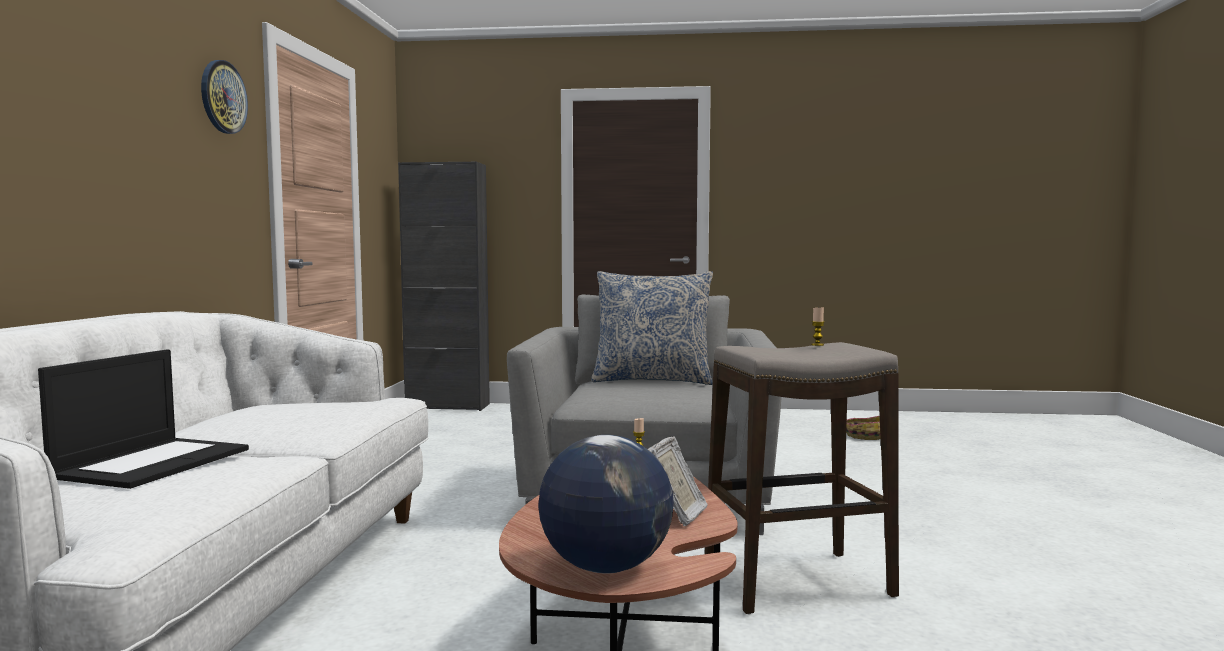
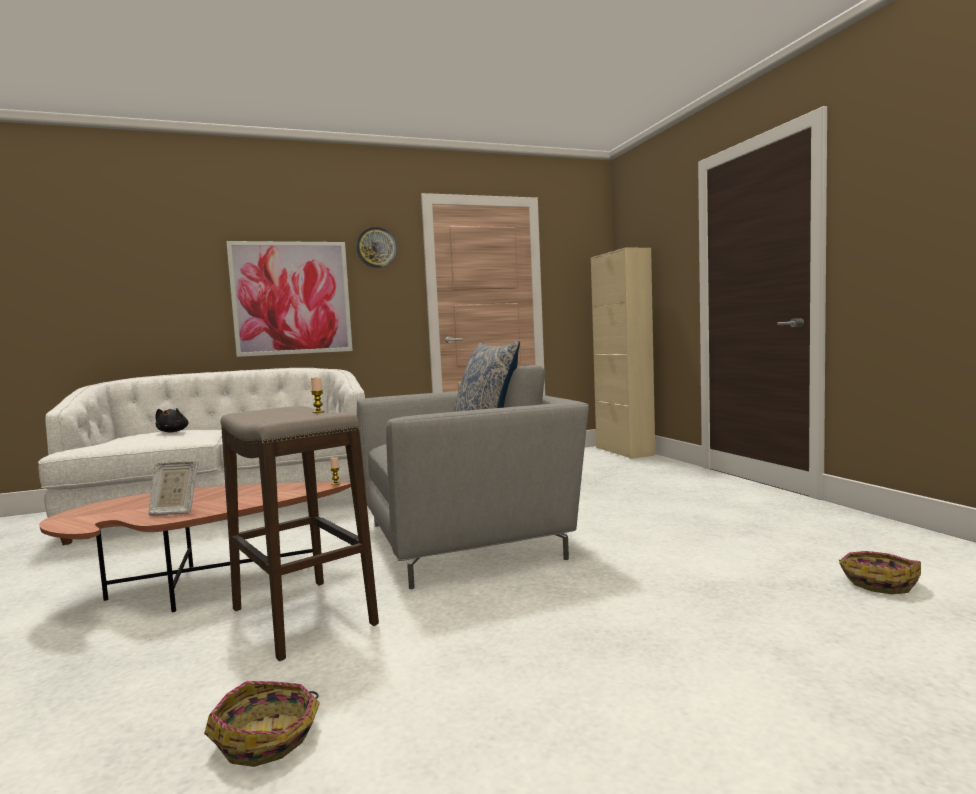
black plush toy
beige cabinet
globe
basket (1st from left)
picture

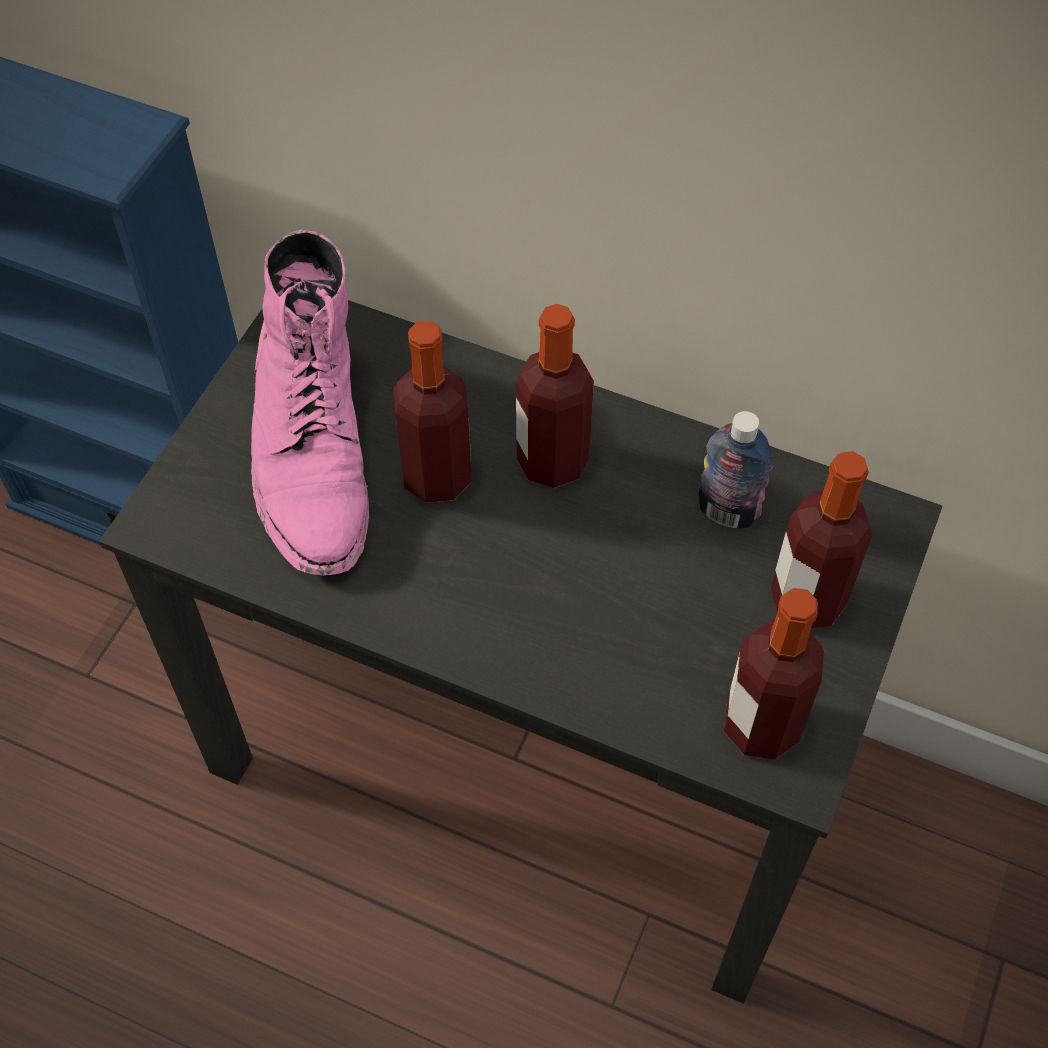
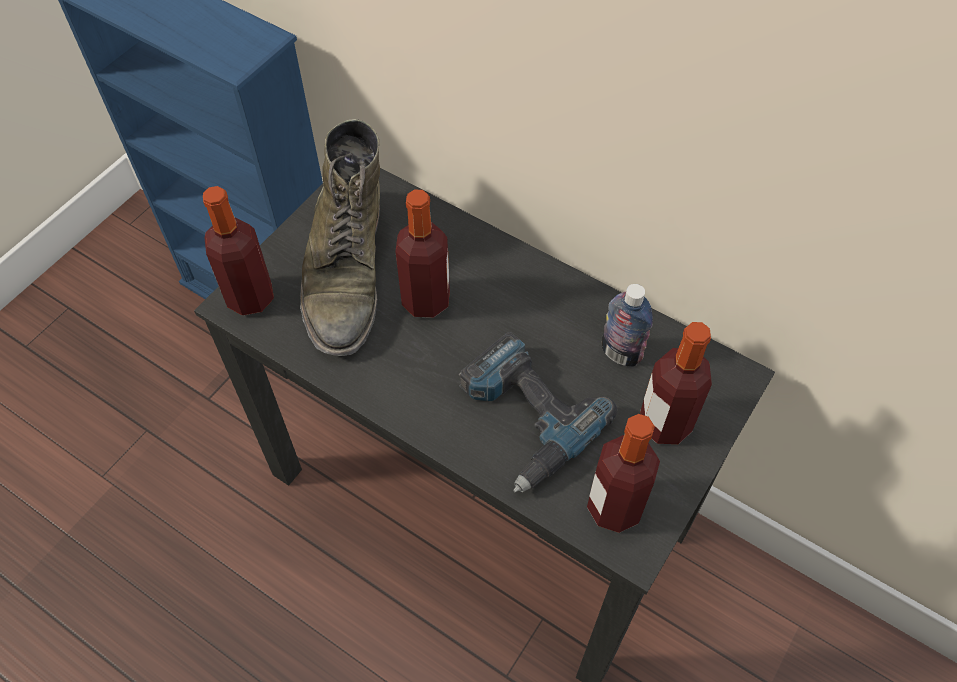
green boot
bottle (1st from left)
power drill

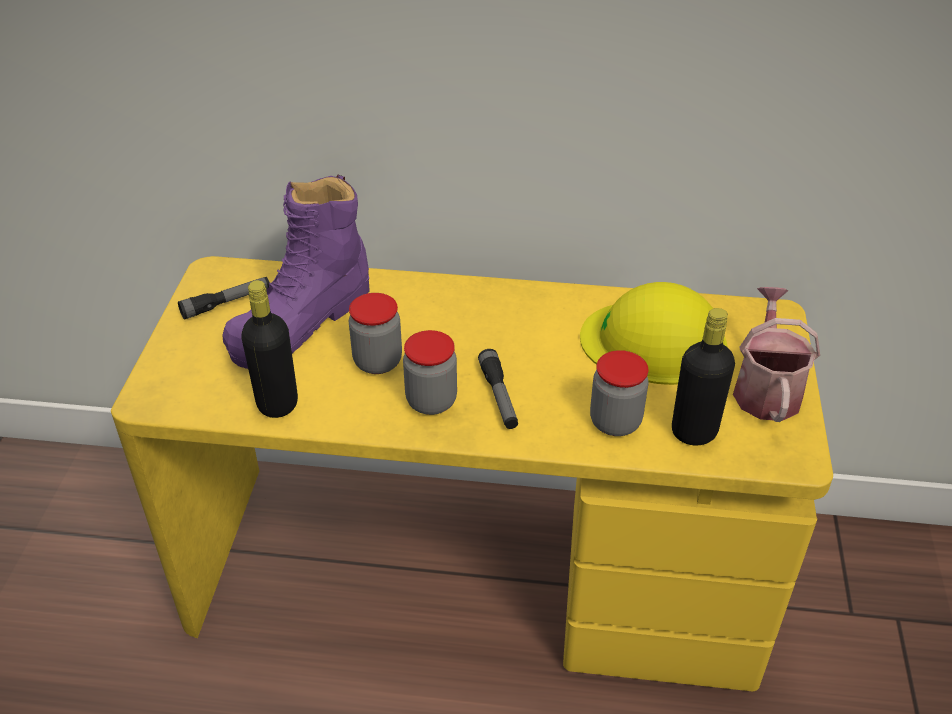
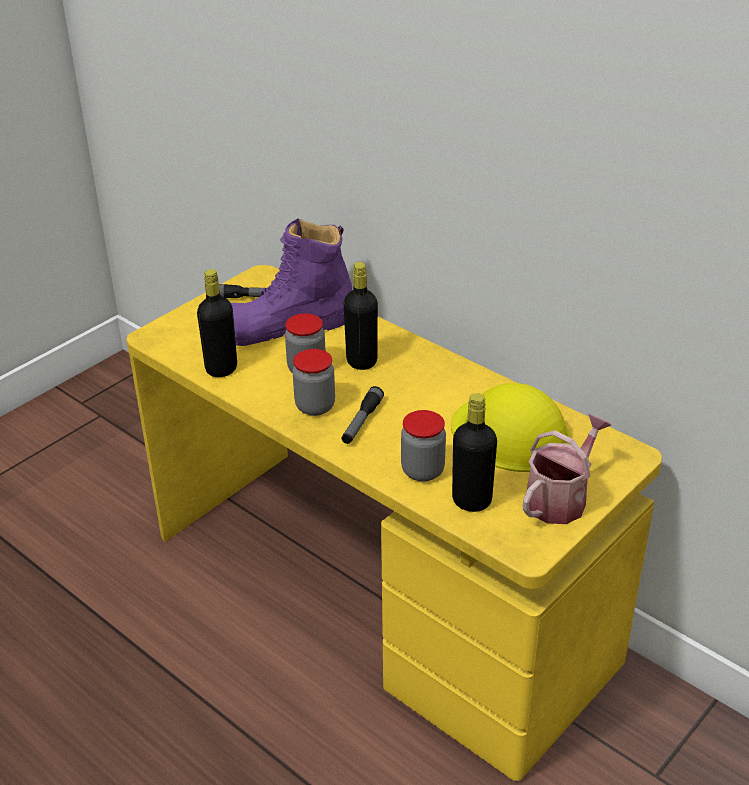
black bottle (2nd from left)

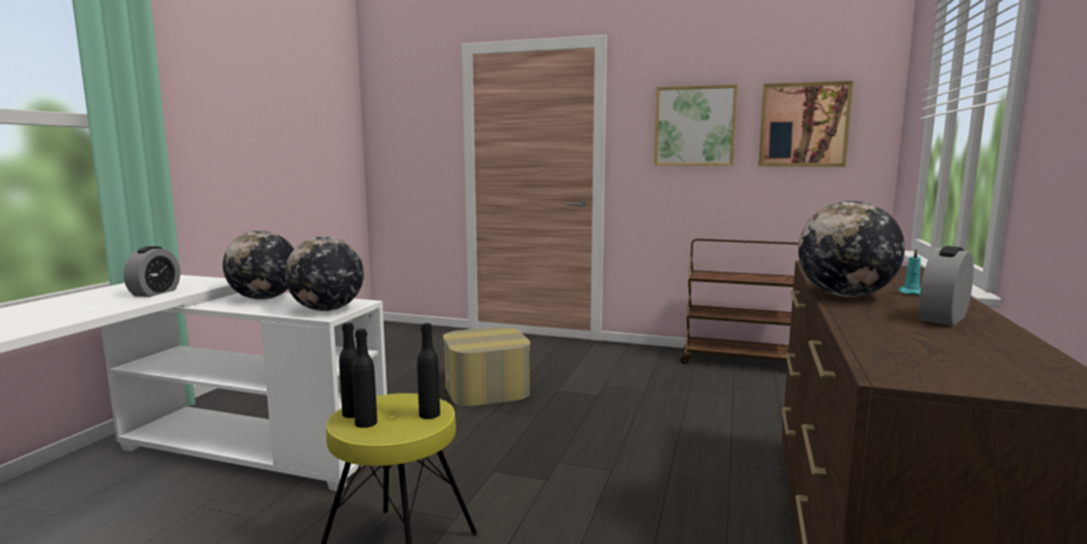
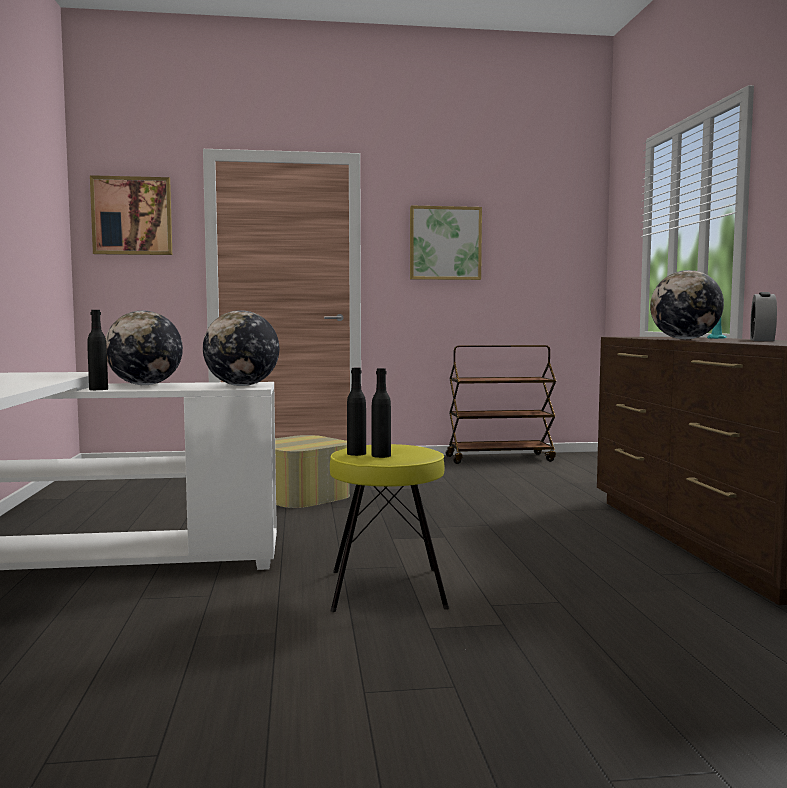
alarm clock (1st from left in the first image)
black bottle (1st from left)
picture (1st from left)

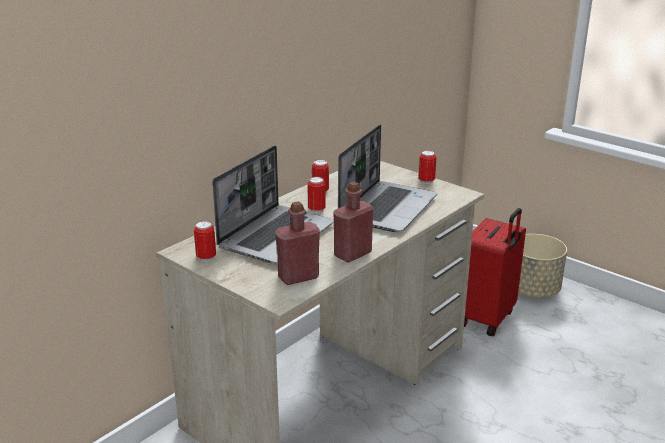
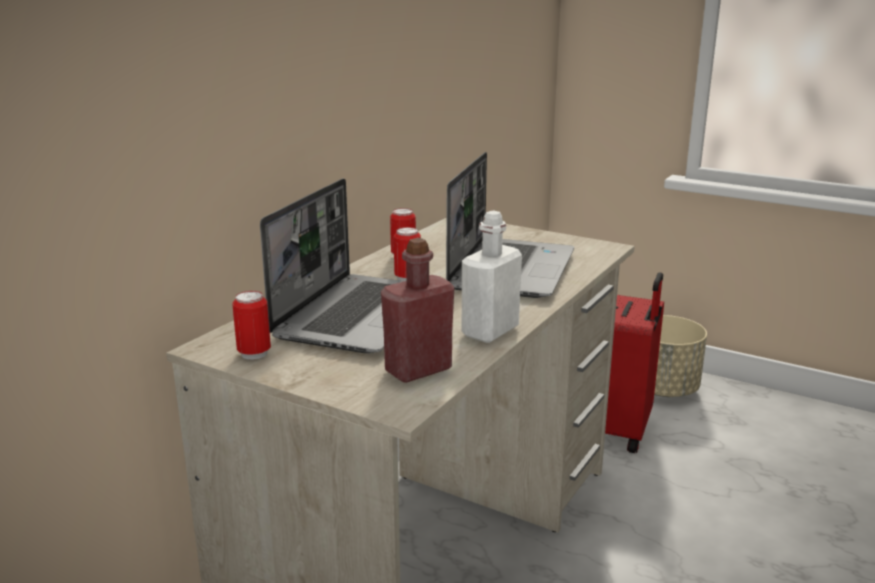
white bottle
can (4th from left in the first image)

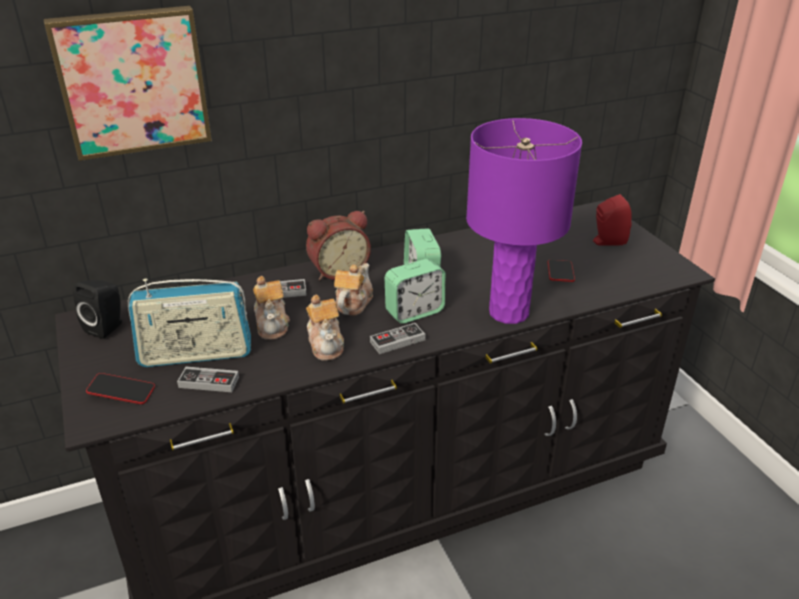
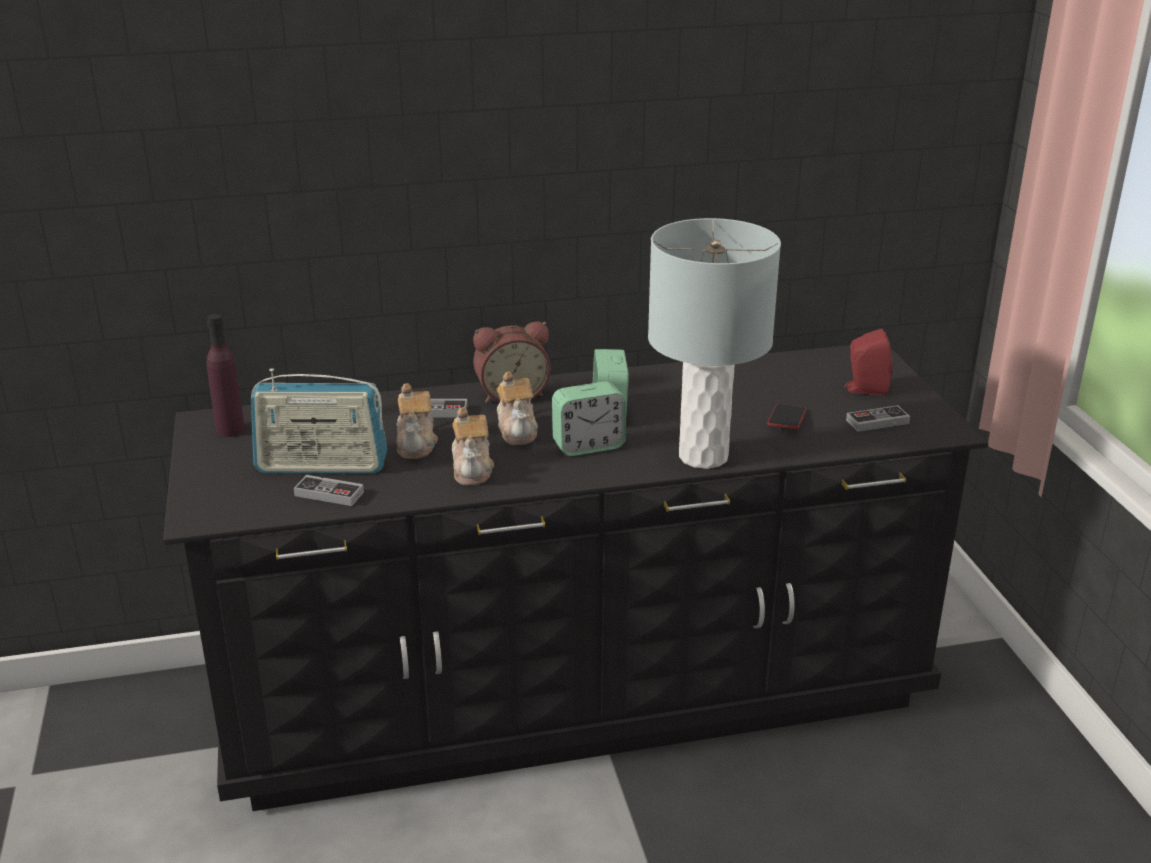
picture
purple bottle
phone (1st from left in the first image)
teapot (3rd from left)
game controller (3rd from left)
grey table lamp

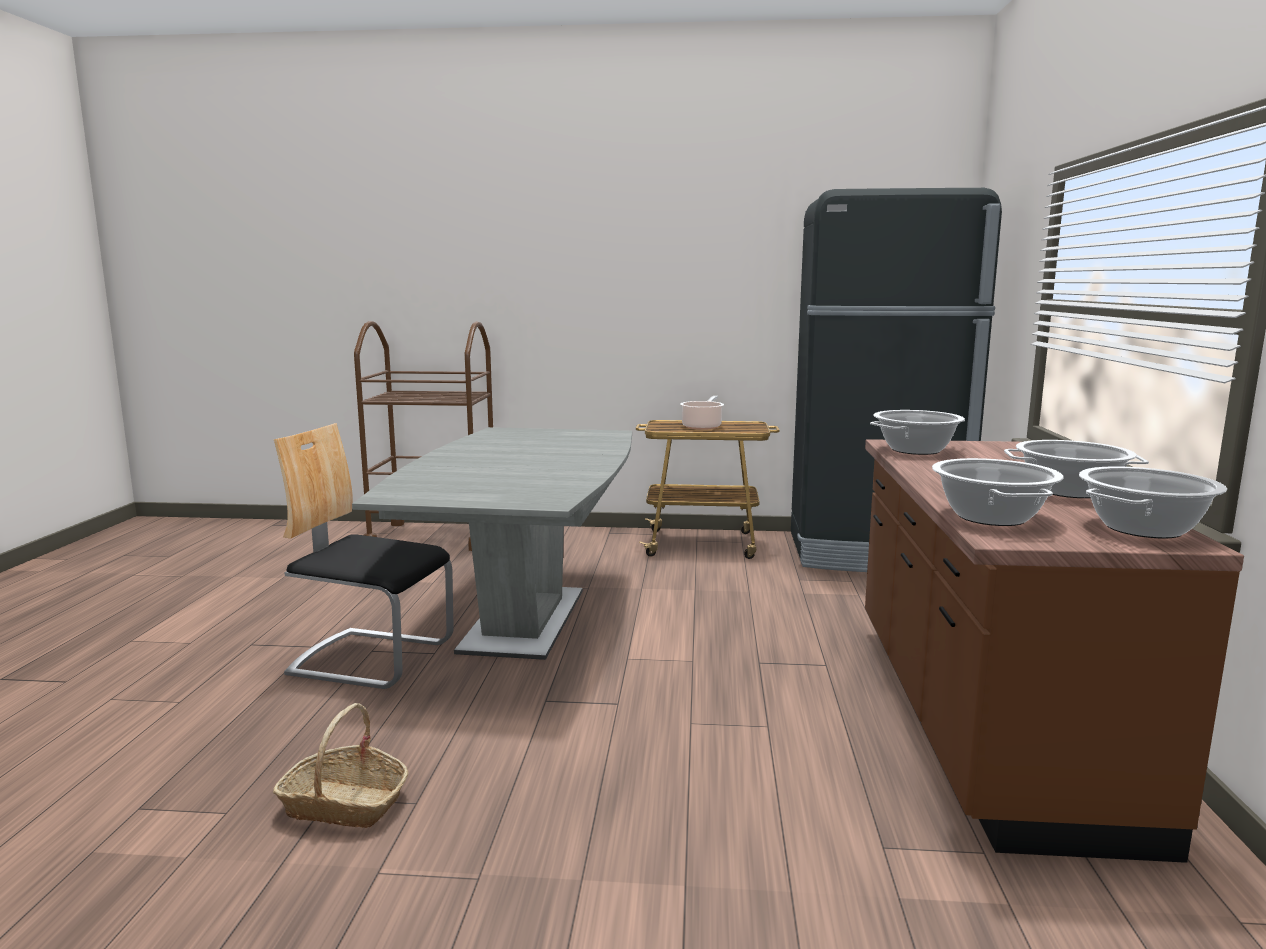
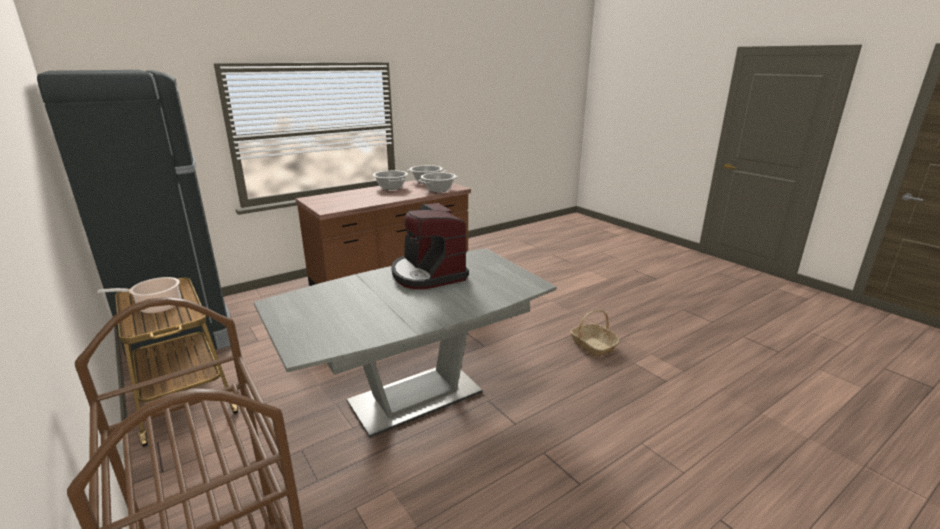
chair
cooking pot (2nd from left in the first image)
coffee machine

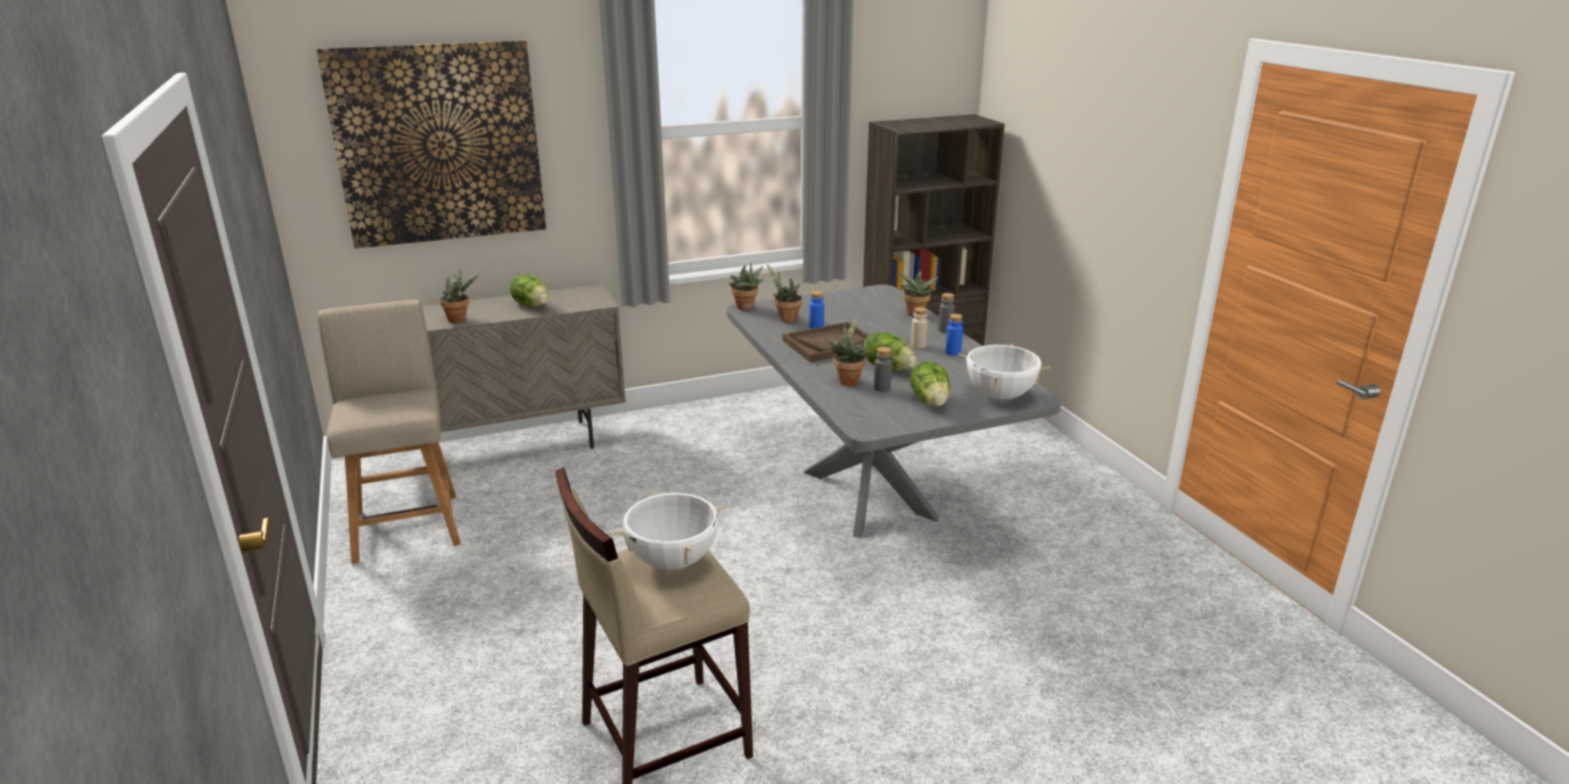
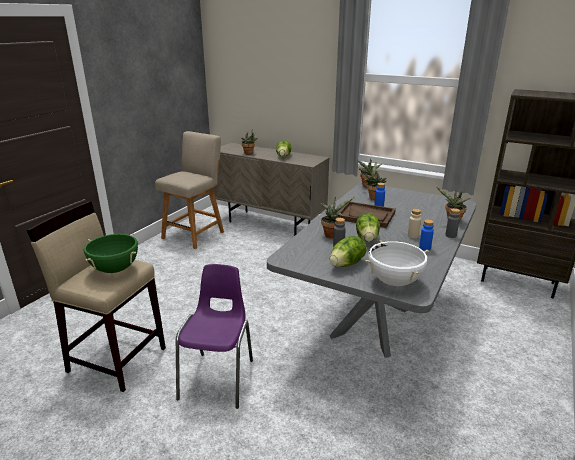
picture
green cooking pot
purple chair

